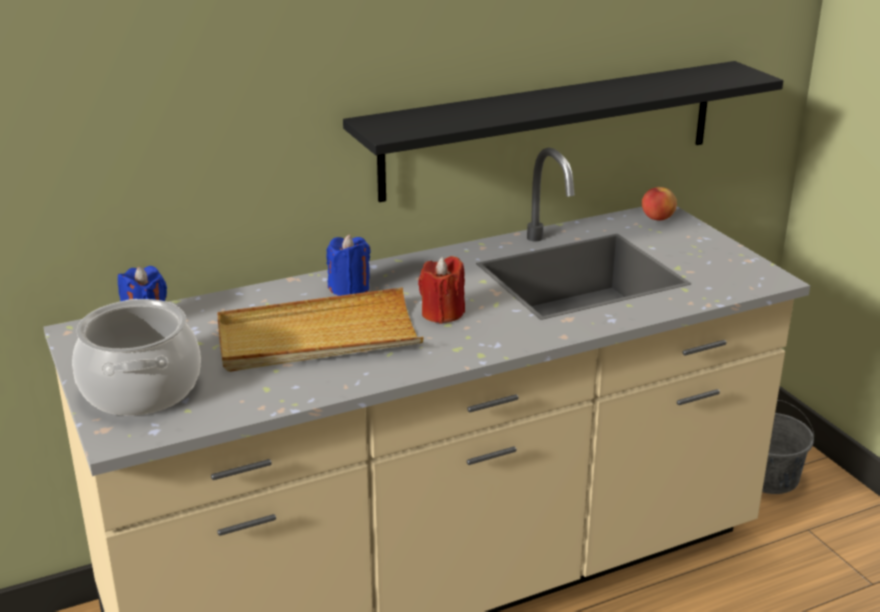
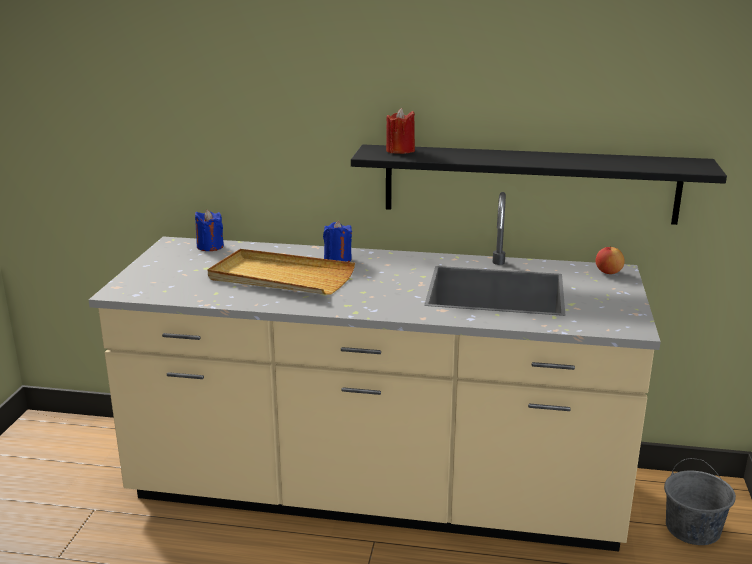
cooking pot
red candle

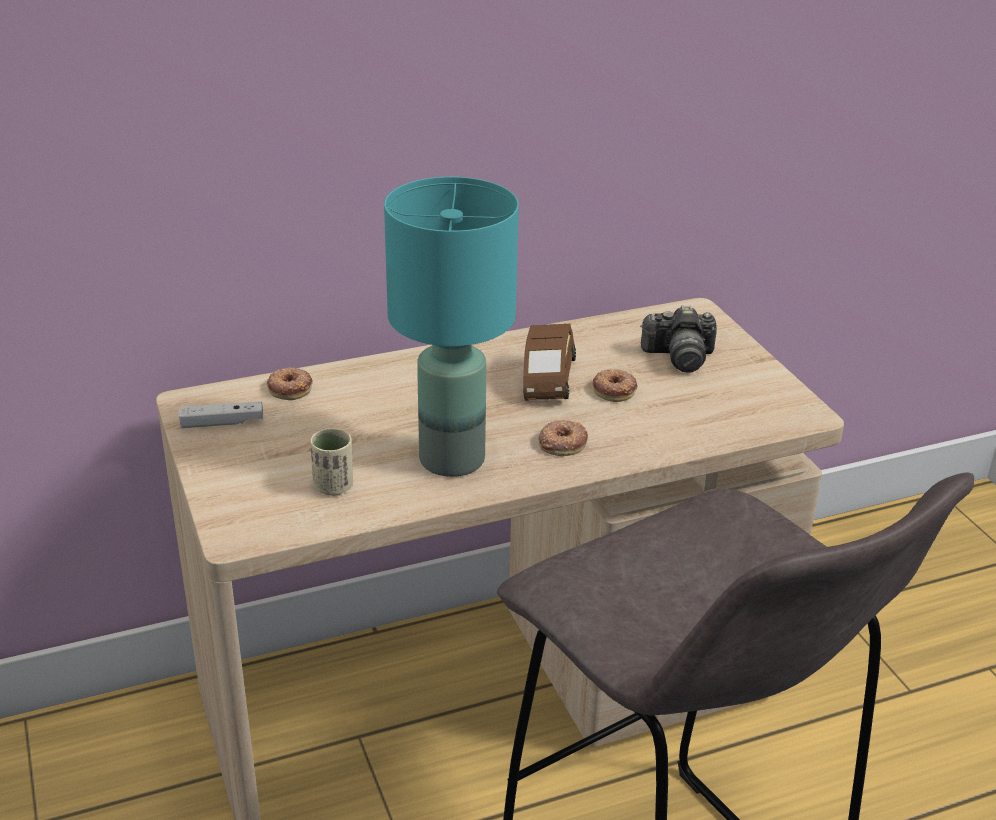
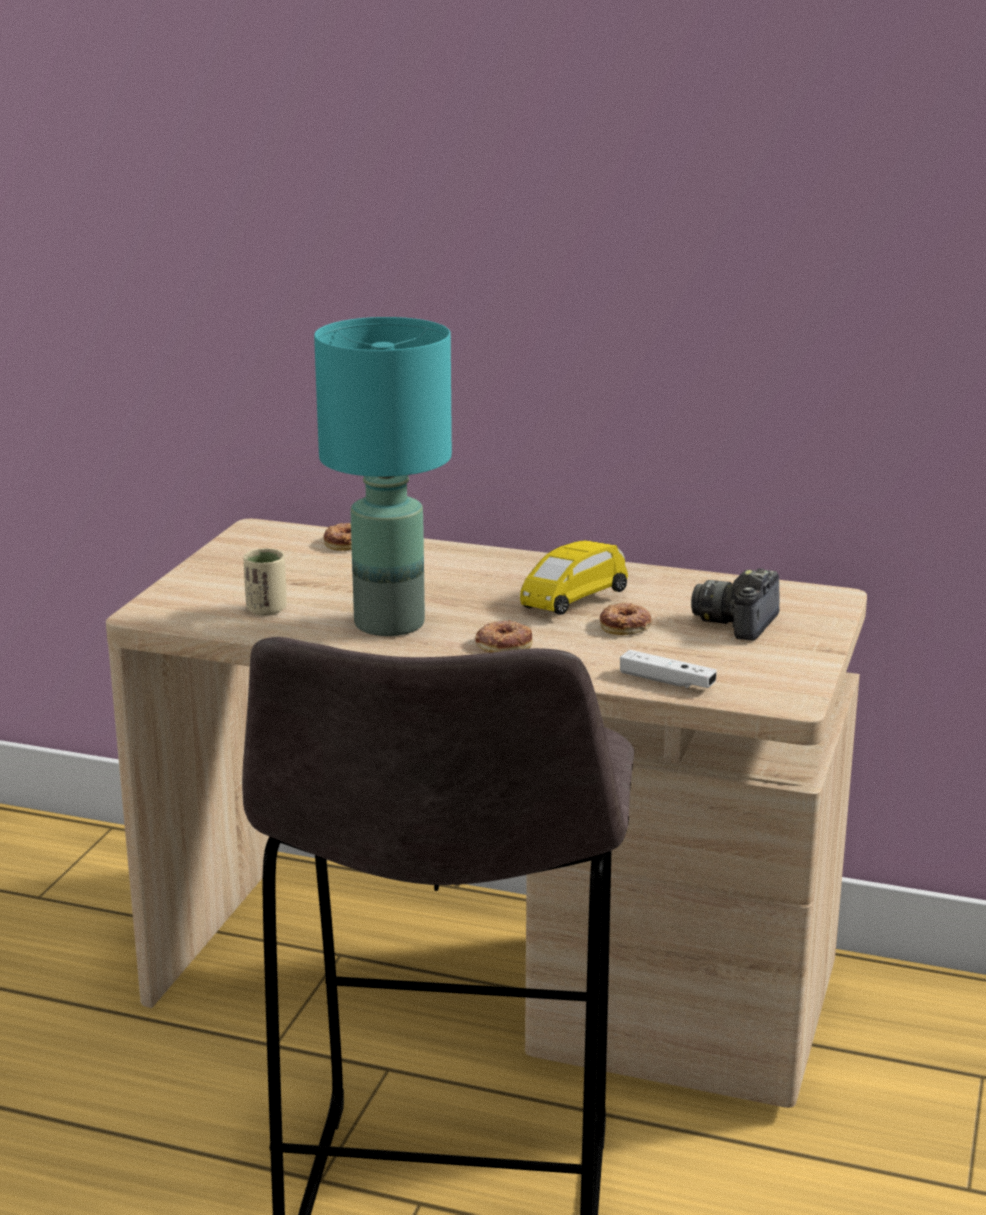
white game controller
yellow toy car
photo camera

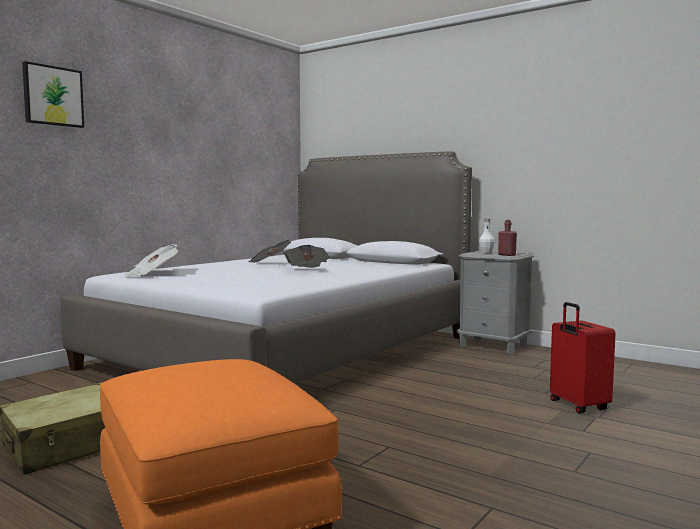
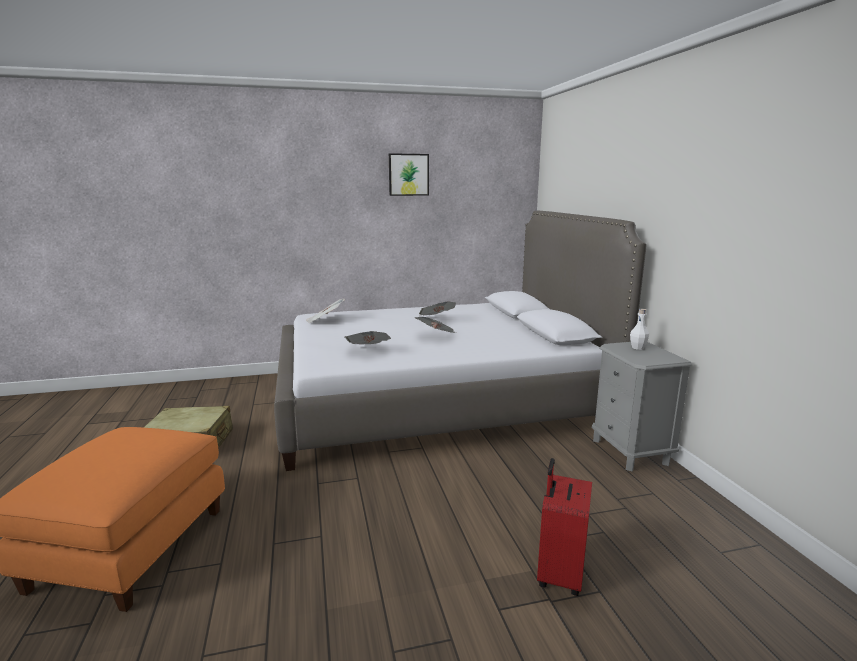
picture
red bottle
newspaper (2nd from left)

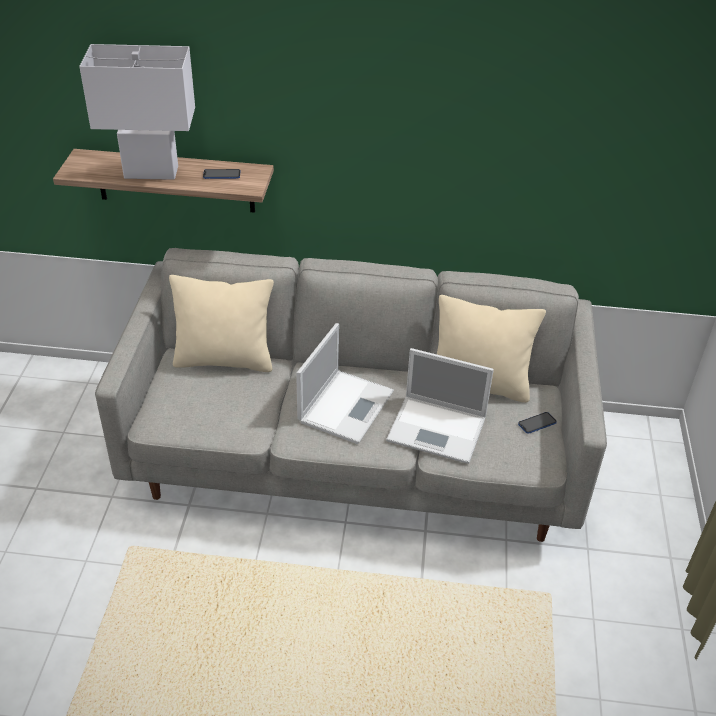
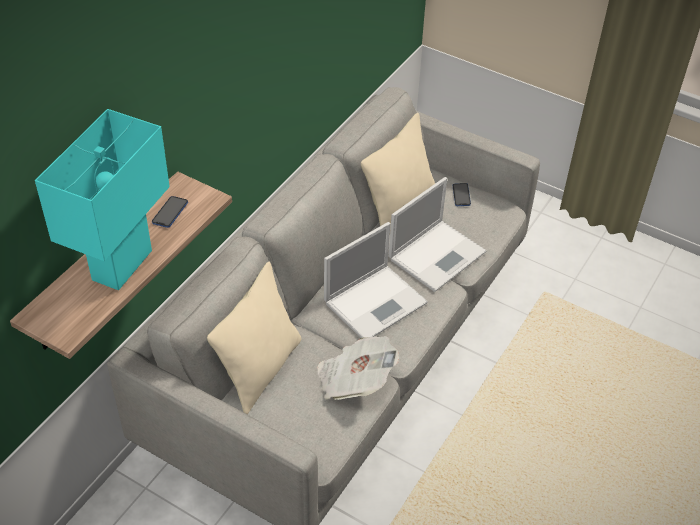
turquoise table lamp
laptop (1st from left)
newspaper

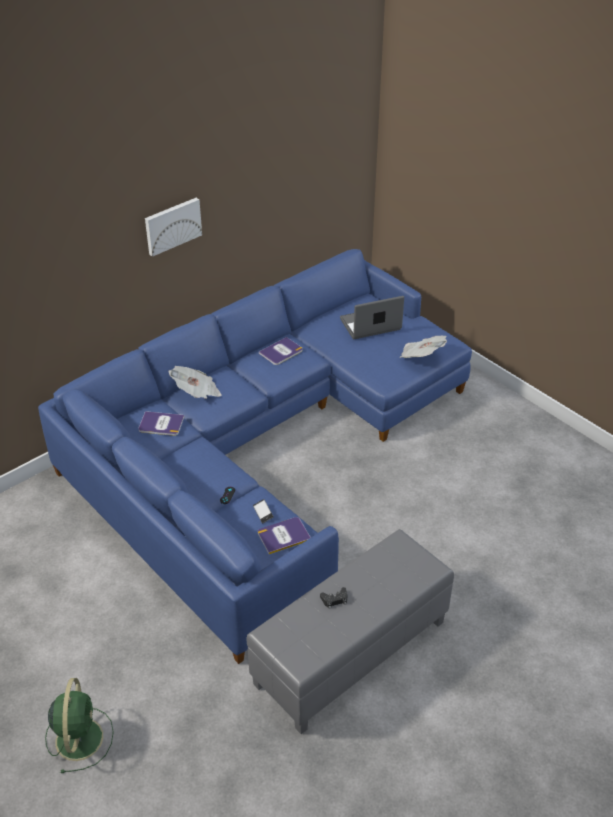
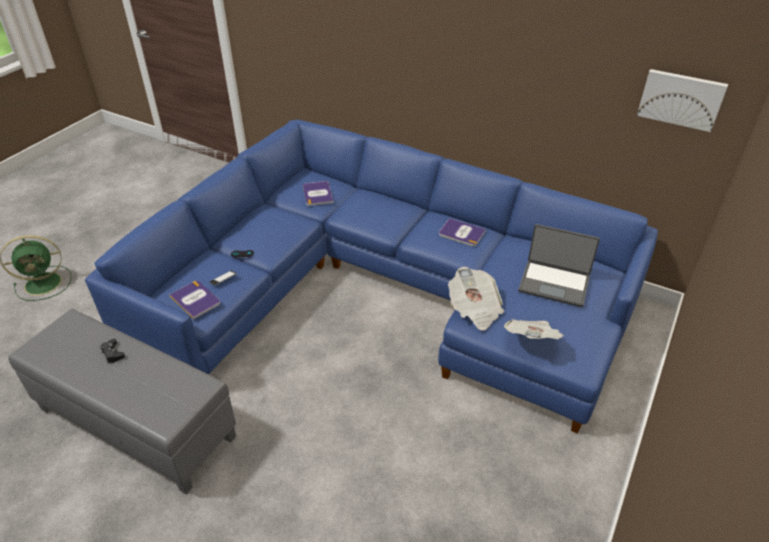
picture
newspaper (1st from left)
laptop

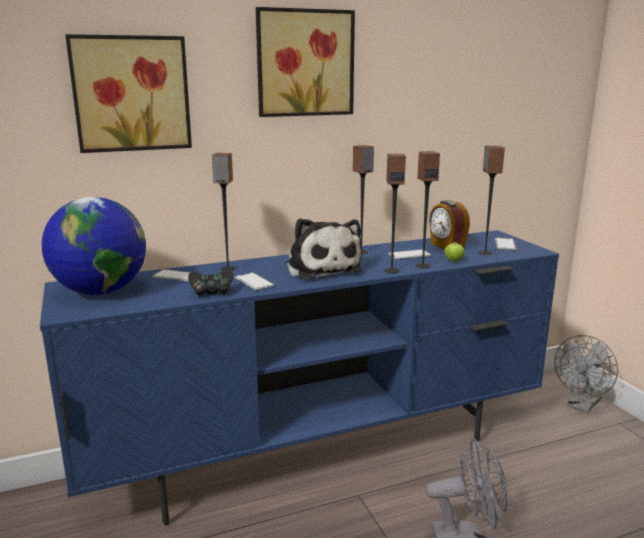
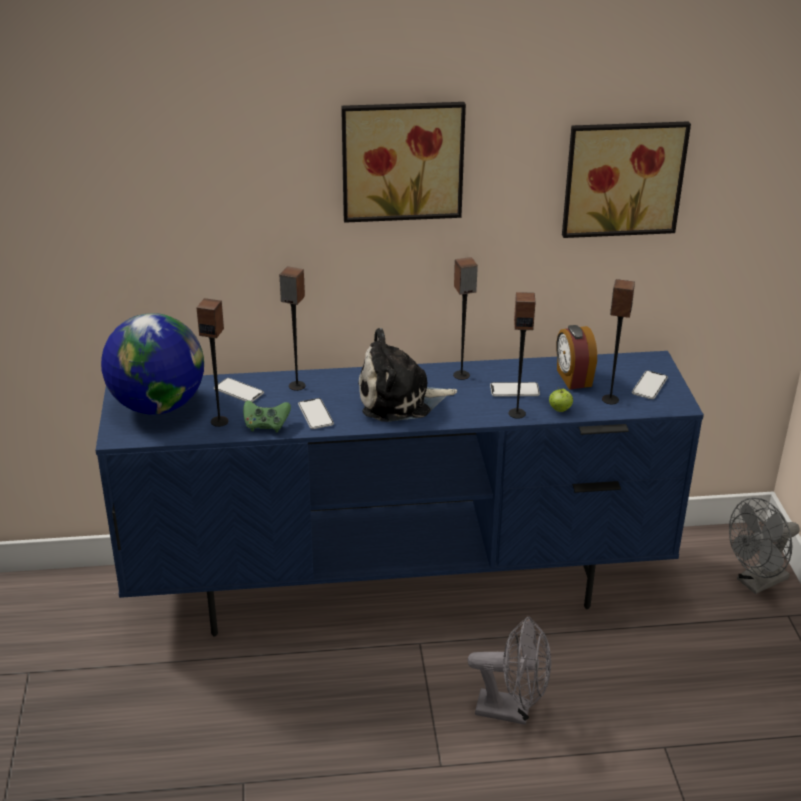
picture (2nd from left)
green game controller
plush toy
speaker (1st from left)

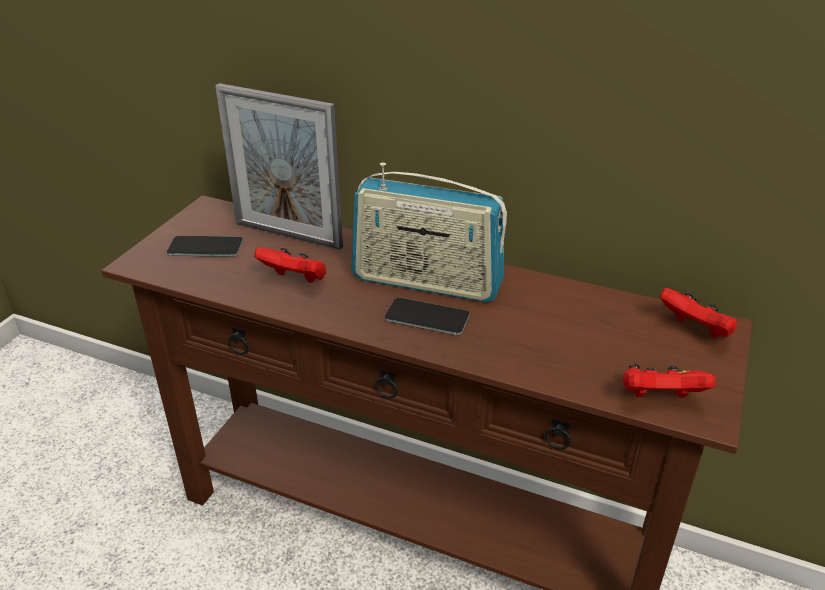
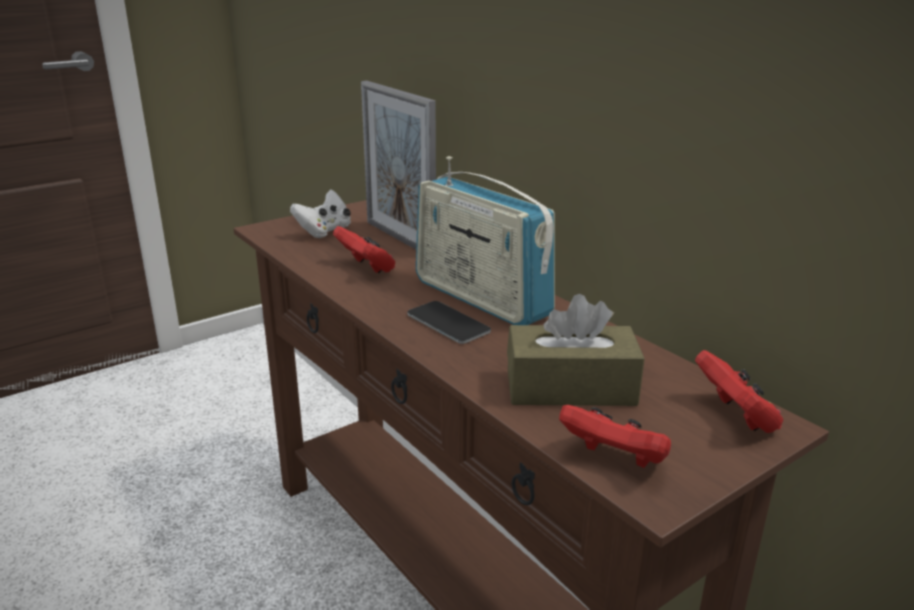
white game controller
brown tissue box

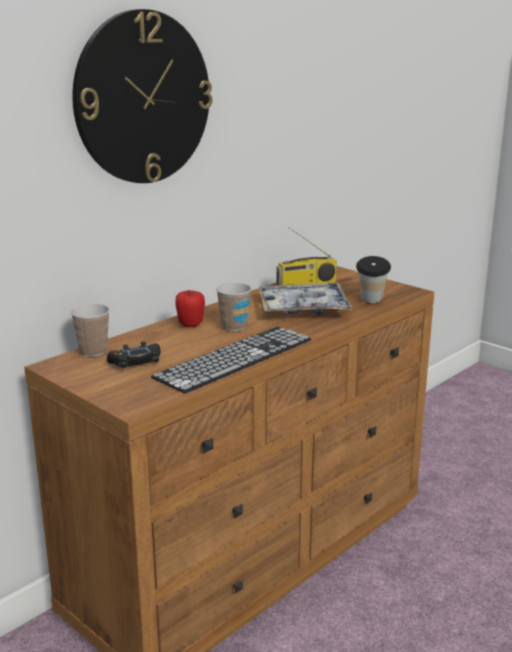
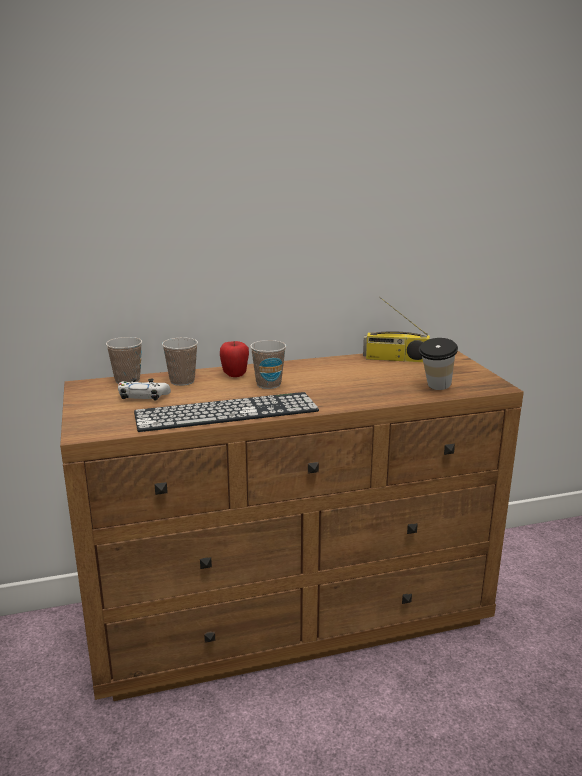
wall clock
white game controller
tray
cup (2nd from left)

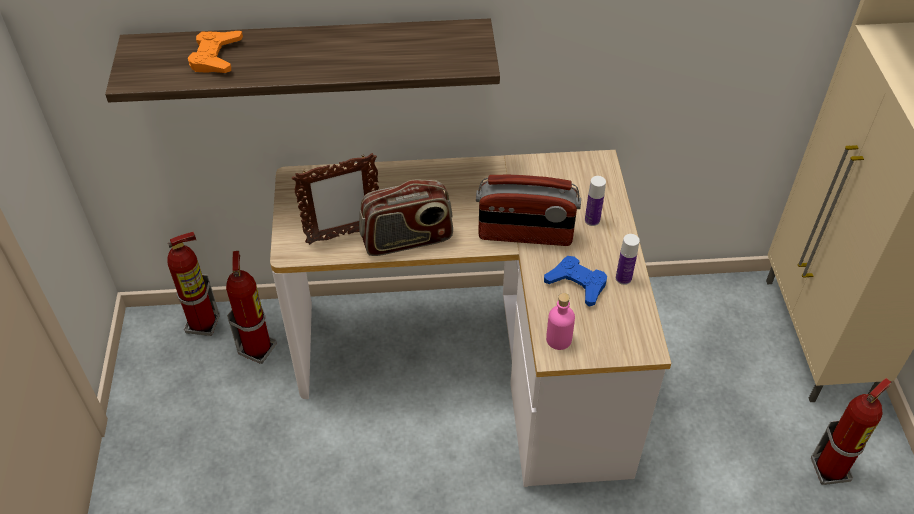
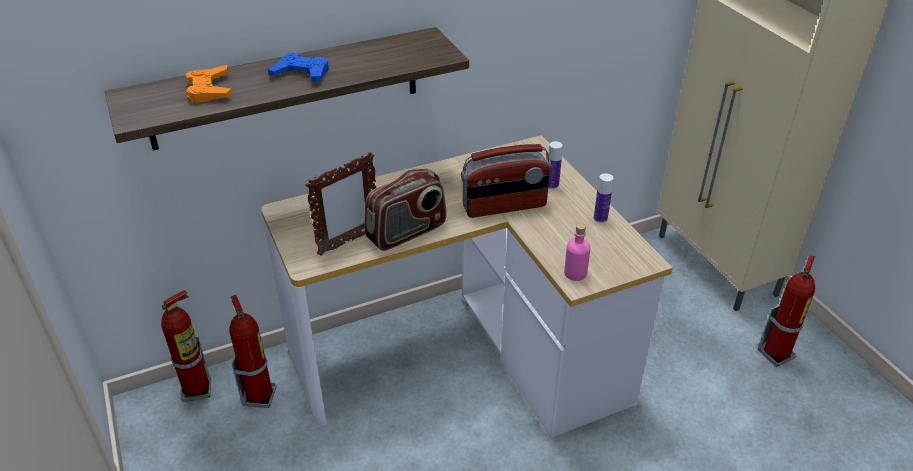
blue game controller

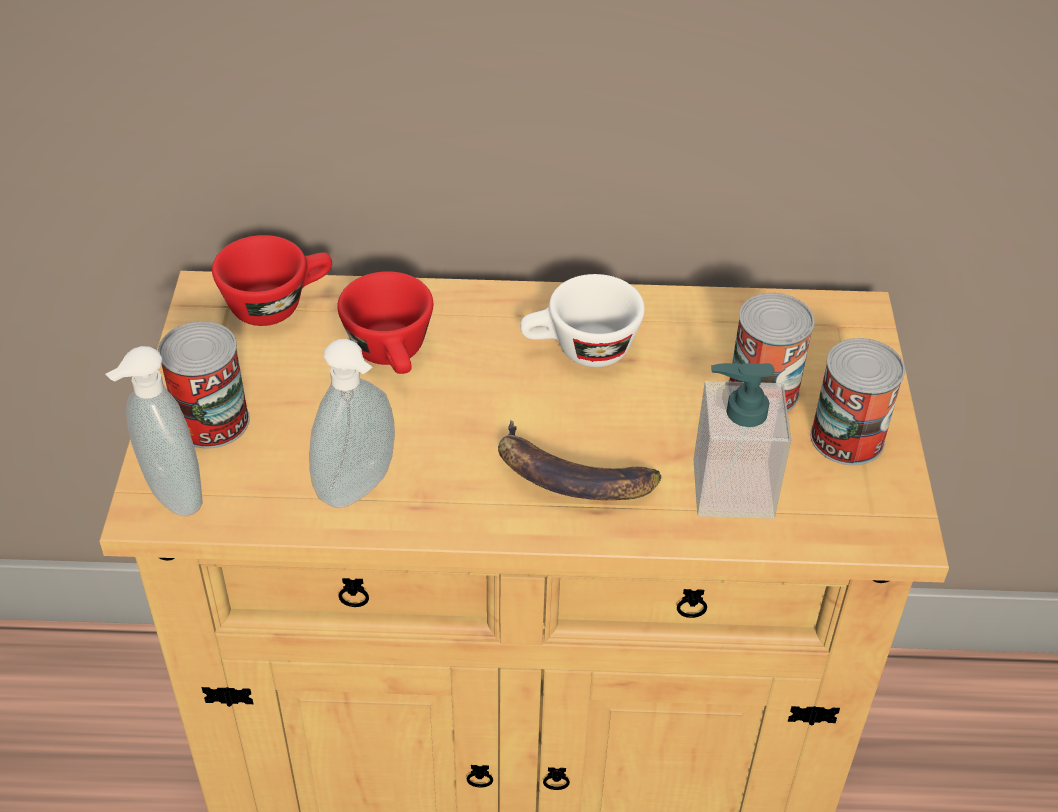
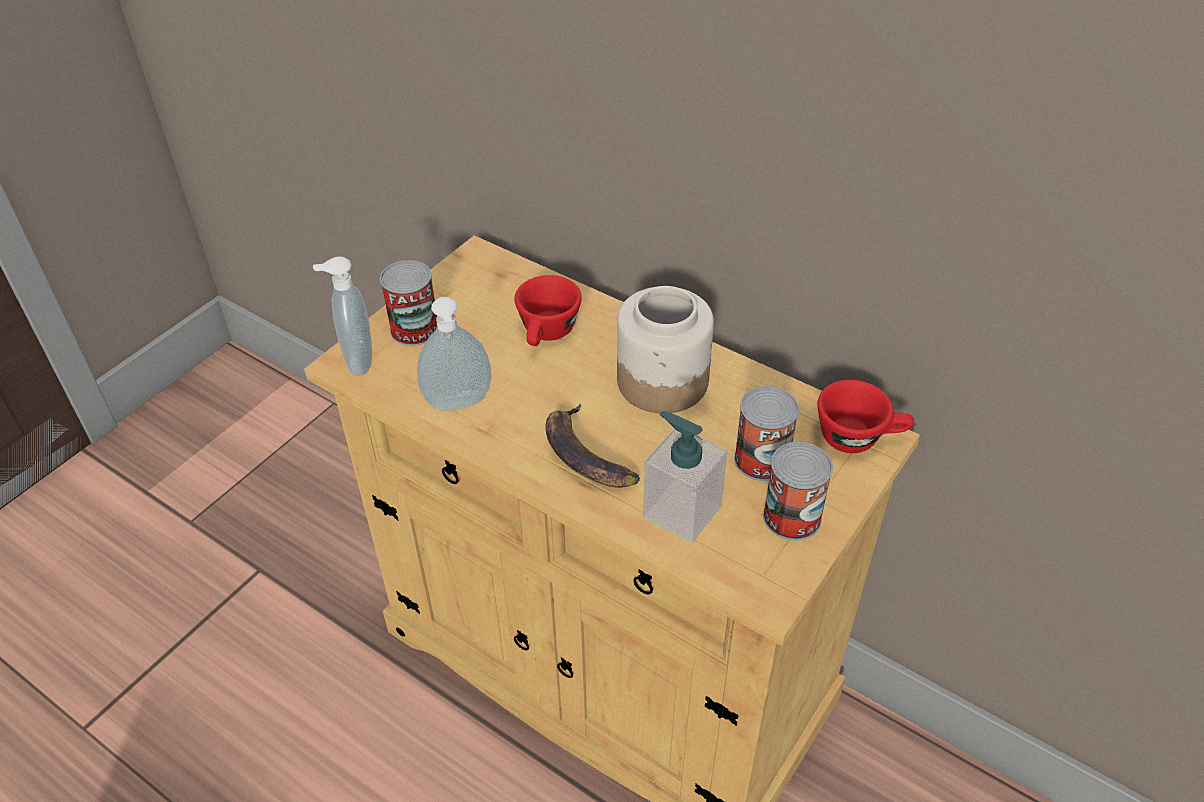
red cup (2nd from left)
jar

